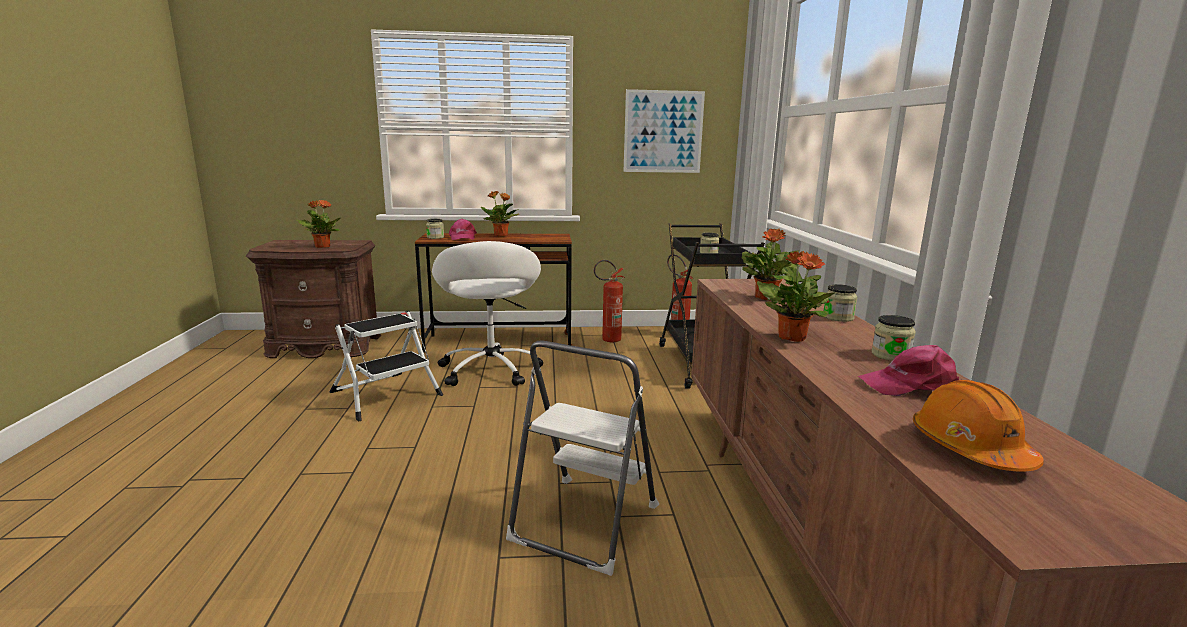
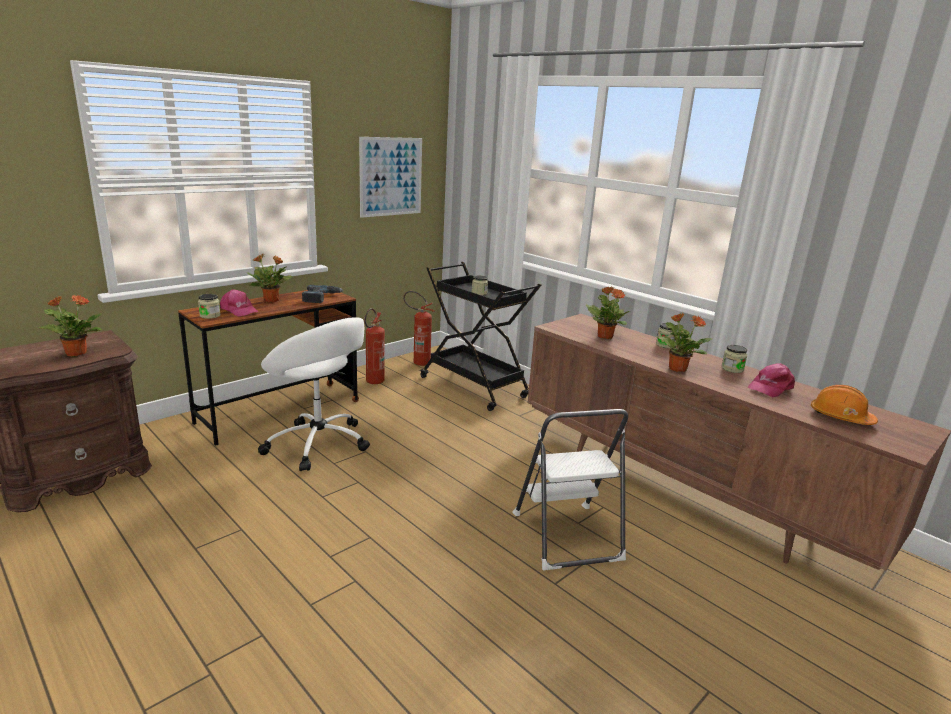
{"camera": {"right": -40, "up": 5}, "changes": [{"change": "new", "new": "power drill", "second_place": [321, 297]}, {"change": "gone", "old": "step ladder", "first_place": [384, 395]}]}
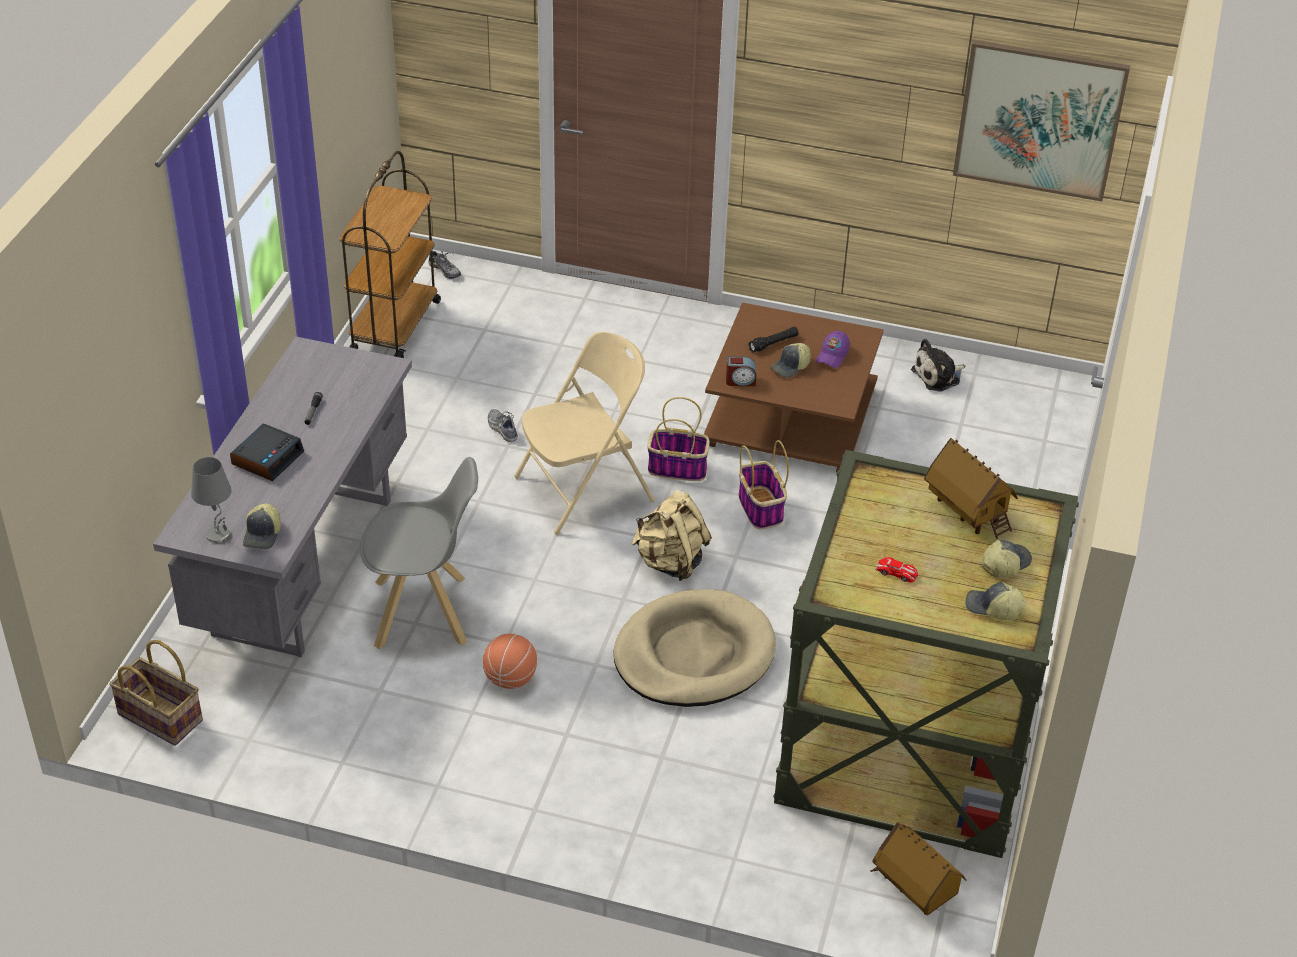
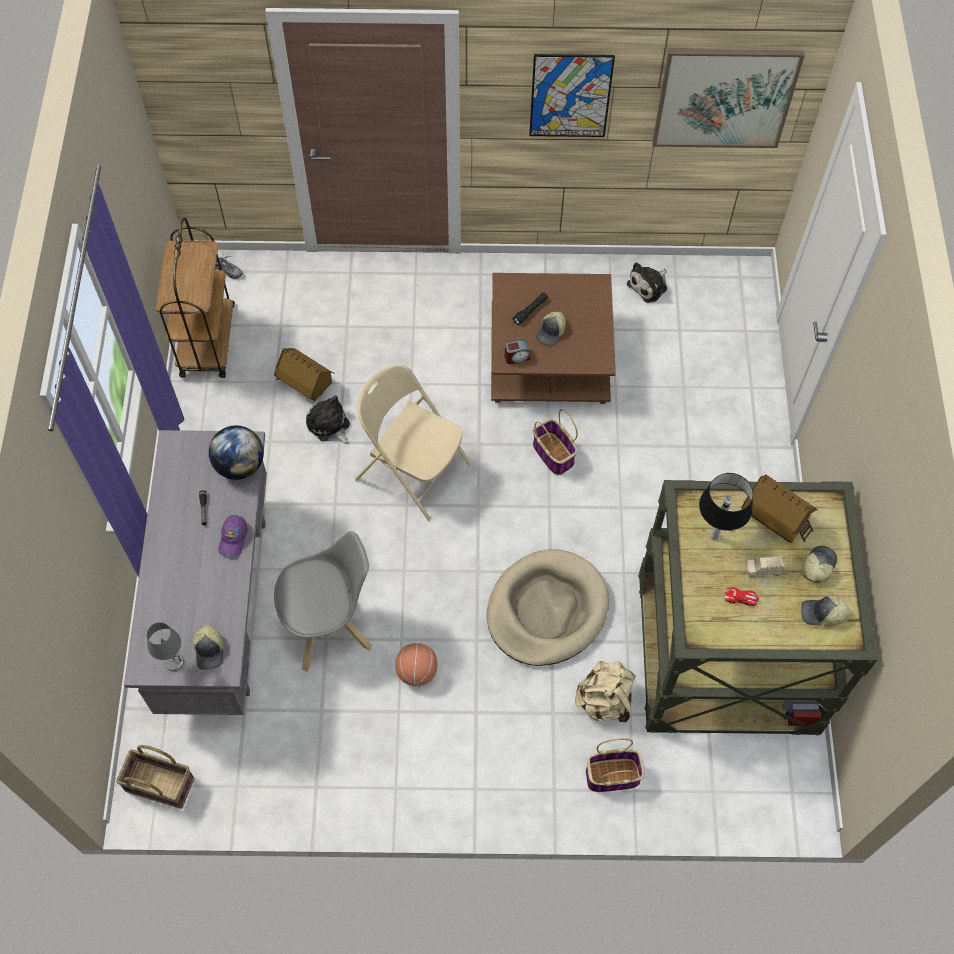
{"camera": {"right": -15, "up": 20}, "changes": [{"change": "new", "new": "globe", "second_place": [240, 465]}, {"change": "shifted", "old": "purple cap", "first_place": [832, 356], "second_place": [233, 538]}, {"change": "shifted", "old": "toy house", "first_place": [914, 890], "second_place": [305, 385]}, {"change": "swapped", "old": "shoe", "new": "plush toy", "first_place": [502, 429], "second_place": [329, 426]}, {"change": "rotated", "old": "beige chair", "first_place": [584, 489], "second_place": [413, 470], "degrees": -105}, {"change": "new", "new": "picture", "second_place": [570, 96]}, {"change": "shifted", "old": "beige backpack", "first_place": [670, 562], "second_place": [604, 700]}, {"change": "shifted", "old": "basket", "first_place": [678, 468], "second_place": [613, 775]}, {"change": "new", "new": "table lamp", "second_place": [715, 537]}, {"change": "new", "new": "beige toy car", "second_place": [763, 569]}, {"change": "gone", "old": "alarm clock", "first_place": [267, 458]}]}
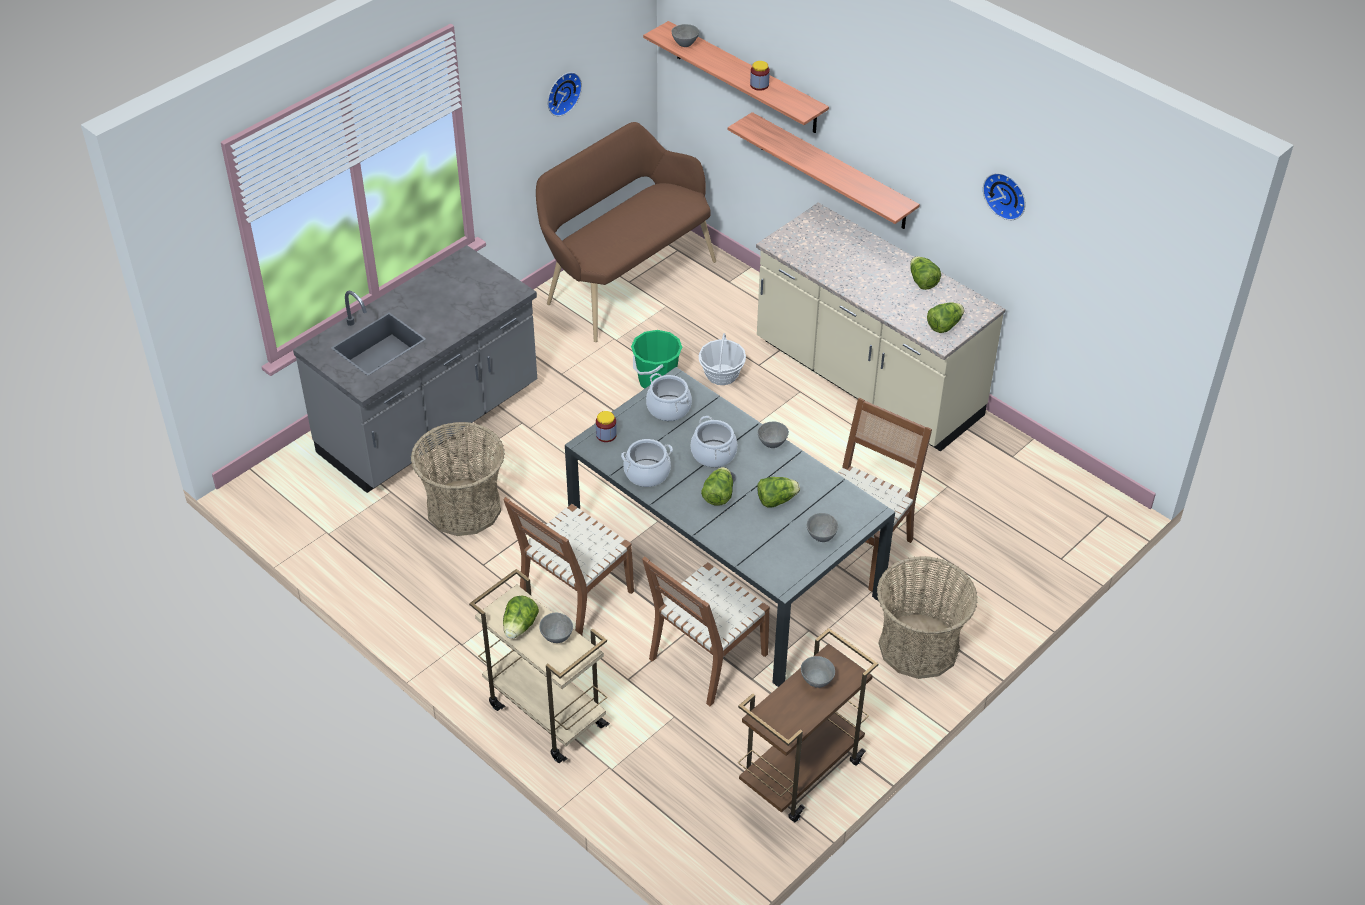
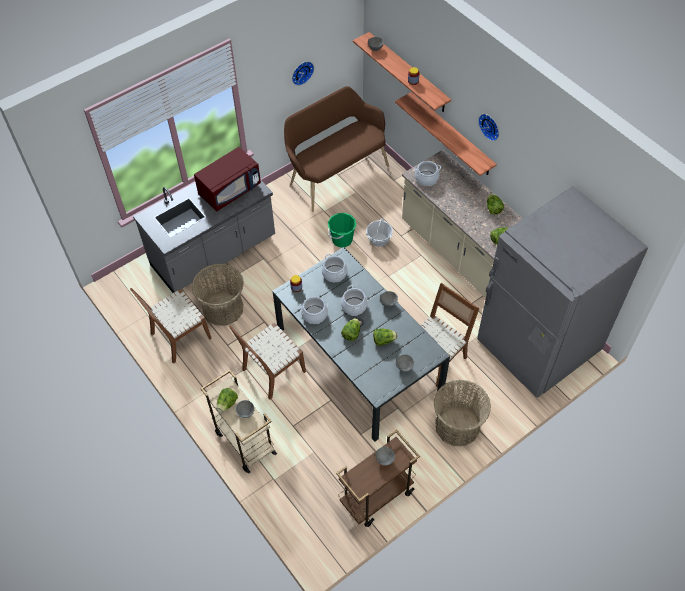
{"camera": {"right": 10, "up": 10}, "changes": [{"change": "shifted", "old": "chair", "first_place": [705, 661], "second_place": [178, 338]}, {"change": "new", "new": "red microwave", "second_place": [230, 190]}, {"change": "new", "new": "cooking pot", "second_place": [426, 178]}, {"change": "new", "new": "grey fridge", "second_place": [539, 345]}, {"change": "shifted", "old": "wall clock", "first_place": [1006, 194], "second_place": [490, 126]}]}
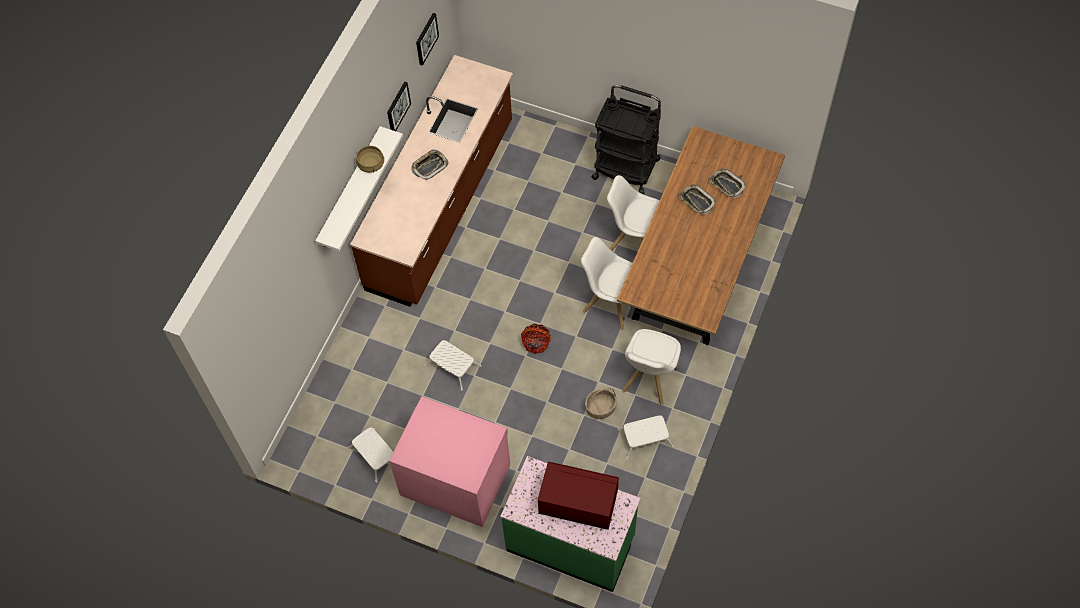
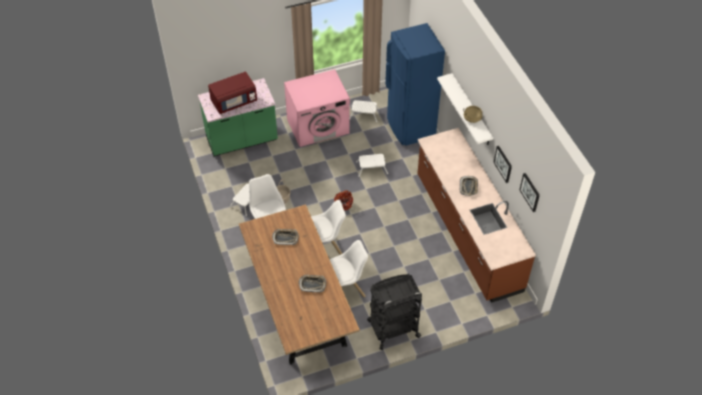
{"camera": {"right": 135, "up": -10}, "changes": [{"change": "shifted", "old": "tray", "first_place": [726, 185], "second_place": [285, 238]}, {"change": "new", "new": "blue fridge", "second_place": [410, 128]}]}
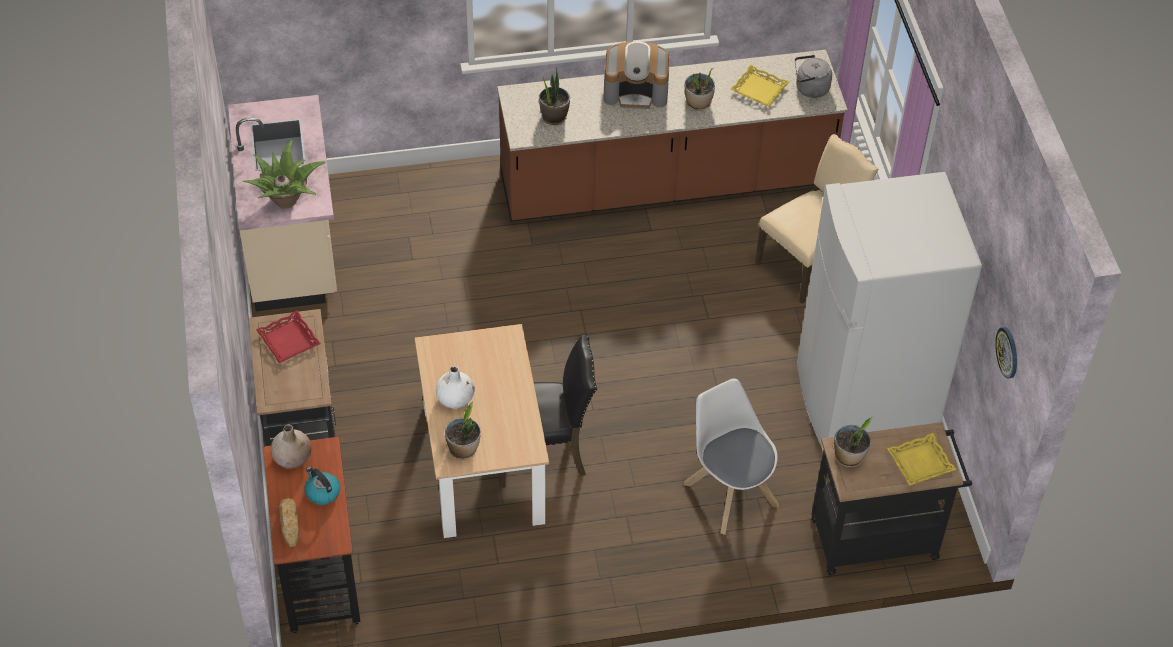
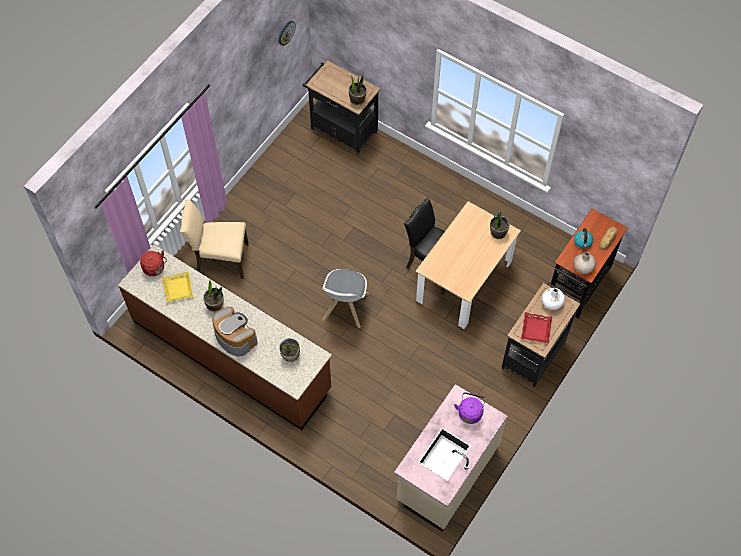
{"camera": {"right": -135, "up": 10}, "changes": [{"change": "repainted", "old": "grey kettle", "new": "red kettle", "first_place": [810, 89], "second_place": [155, 269]}, {"change": "shifted", "old": "chair", "first_place": [729, 492], "second_place": [345, 308]}, {"change": "swapped", "old": "potted plant", "new": "purple kettle", "first_place": [287, 199], "second_place": [470, 412]}, {"change": "shifted", "old": "white vase", "first_place": [455, 398], "second_place": [551, 303]}, {"change": "gone", "old": "white fridge", "first_place": [864, 402]}, {"change": "gone", "old": "yellow tray", "first_place": [920, 462]}]}
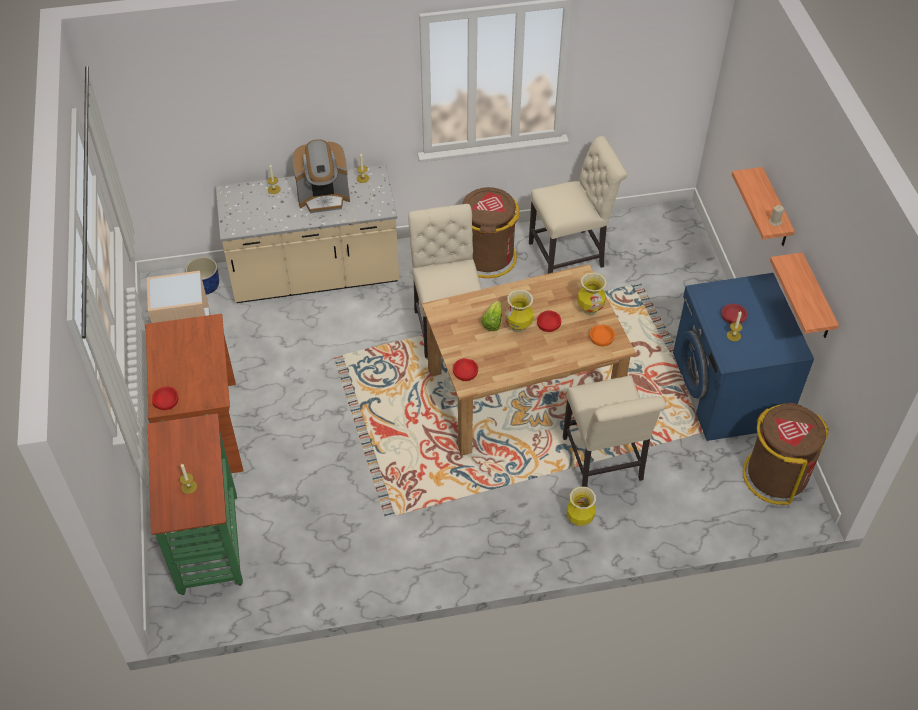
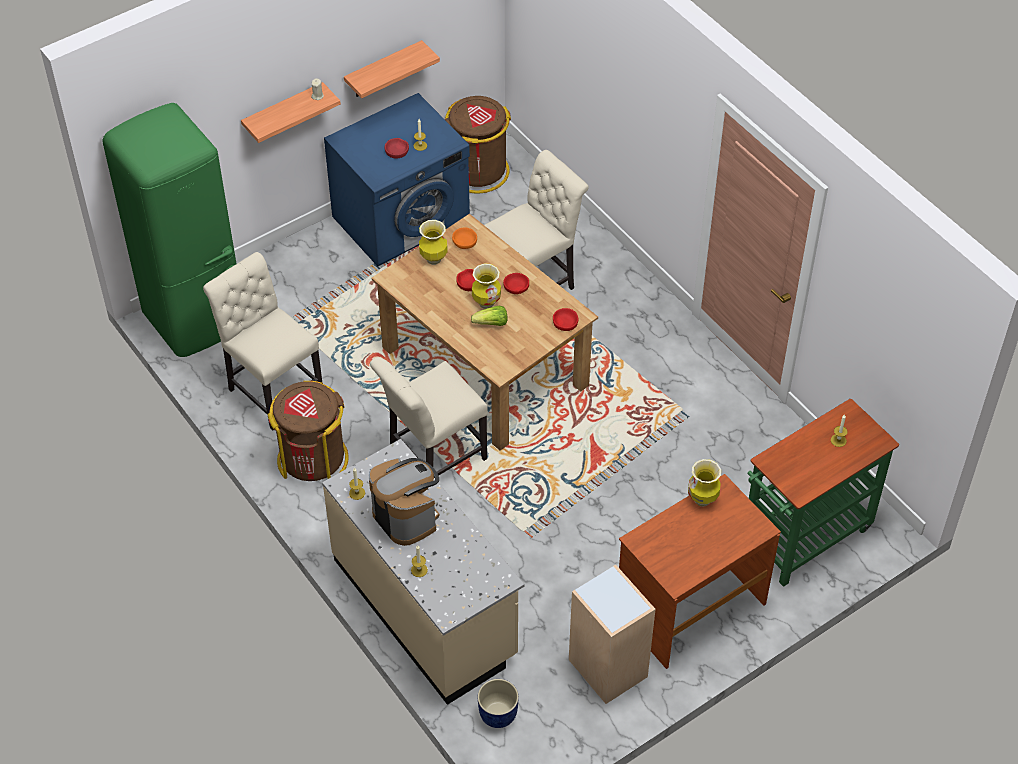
{"camera": {"right": -115, "up": 0}, "changes": [{"change": "new", "new": "green fridge", "second_place": [197, 320]}, {"change": "shifted", "old": "red bowl", "first_place": [166, 401], "second_place": [516, 286]}, {"change": "shifted", "old": "vase", "first_place": [579, 520], "second_place": [702, 499]}]}
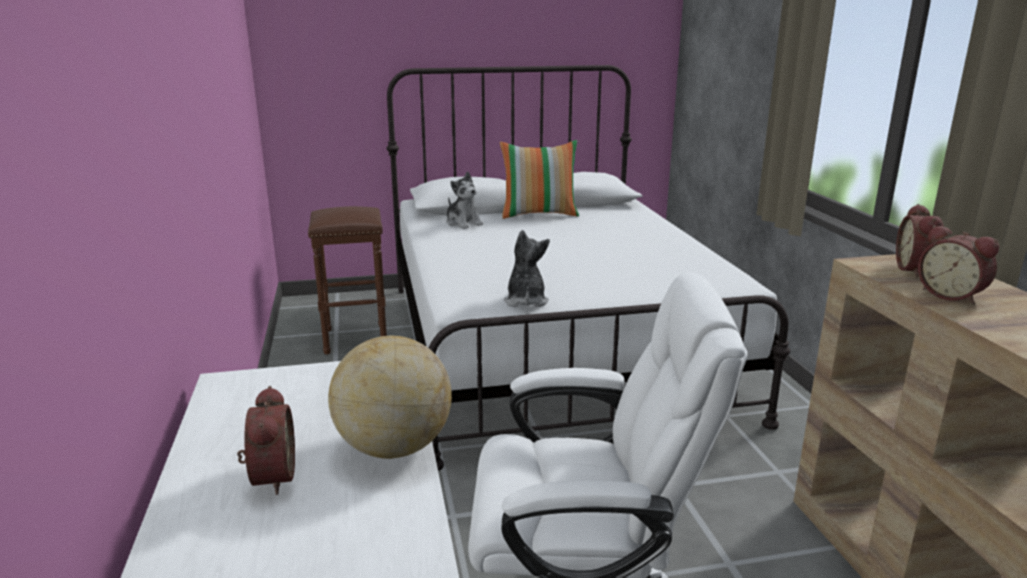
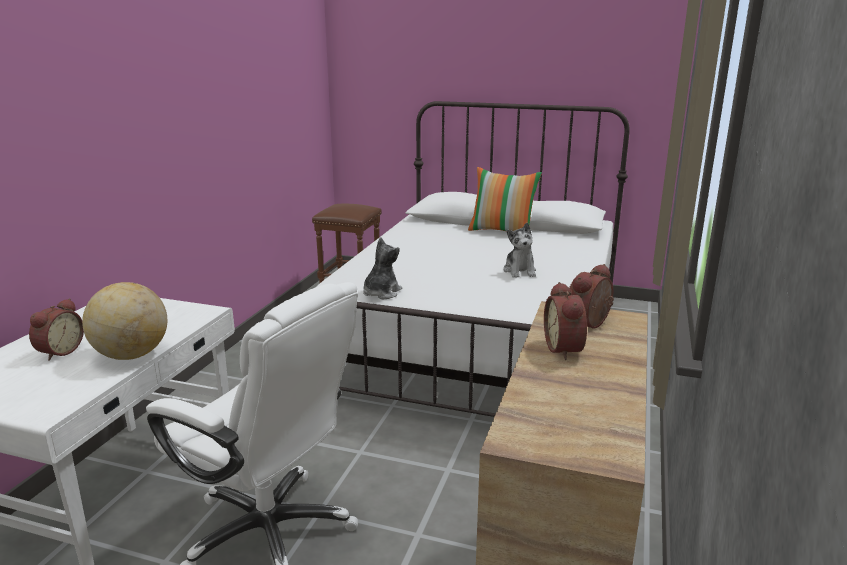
{"camera": {"right": 30, "up": 0}, "changes": [{"change": "shifted", "old": "plush toy", "first_place": [463, 223], "second_place": [520, 271]}]}
